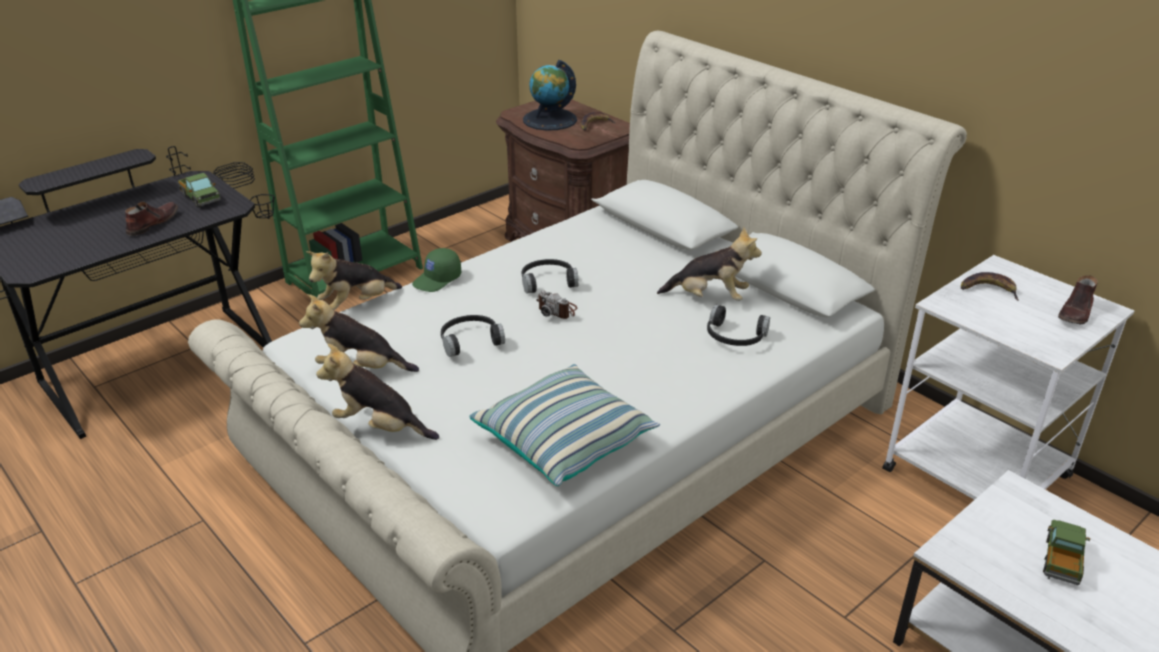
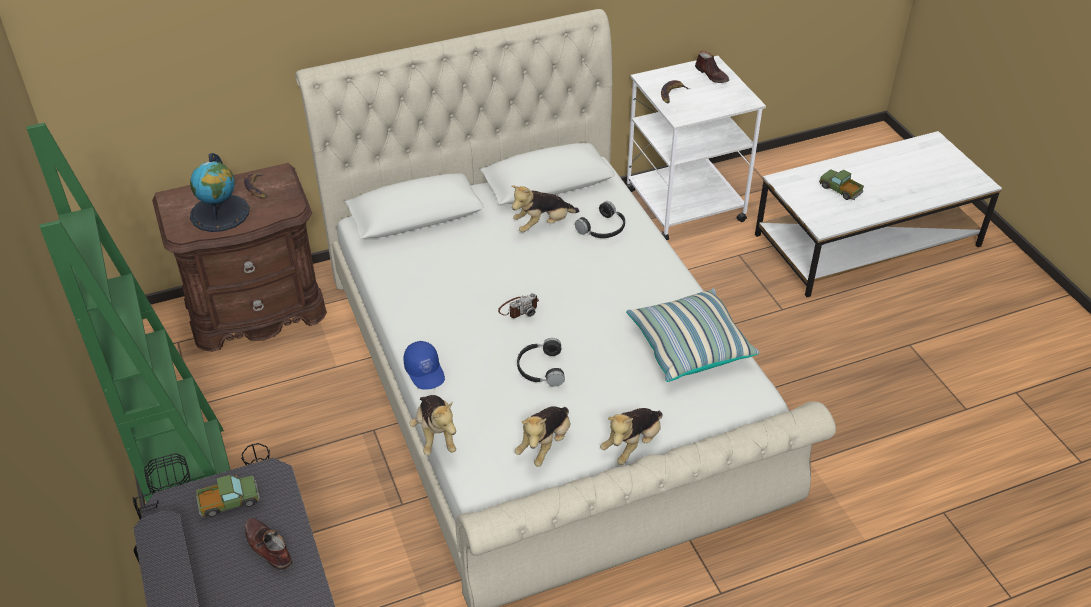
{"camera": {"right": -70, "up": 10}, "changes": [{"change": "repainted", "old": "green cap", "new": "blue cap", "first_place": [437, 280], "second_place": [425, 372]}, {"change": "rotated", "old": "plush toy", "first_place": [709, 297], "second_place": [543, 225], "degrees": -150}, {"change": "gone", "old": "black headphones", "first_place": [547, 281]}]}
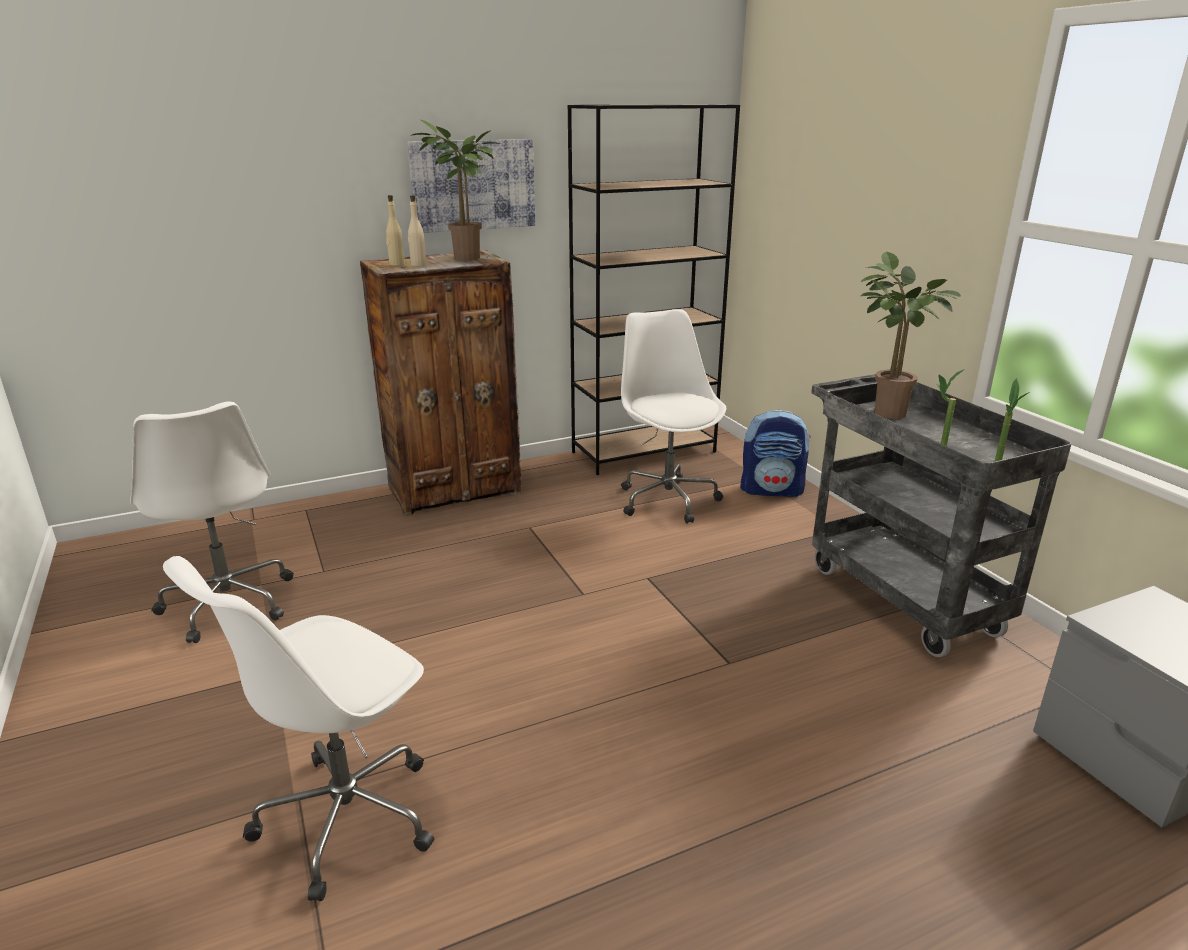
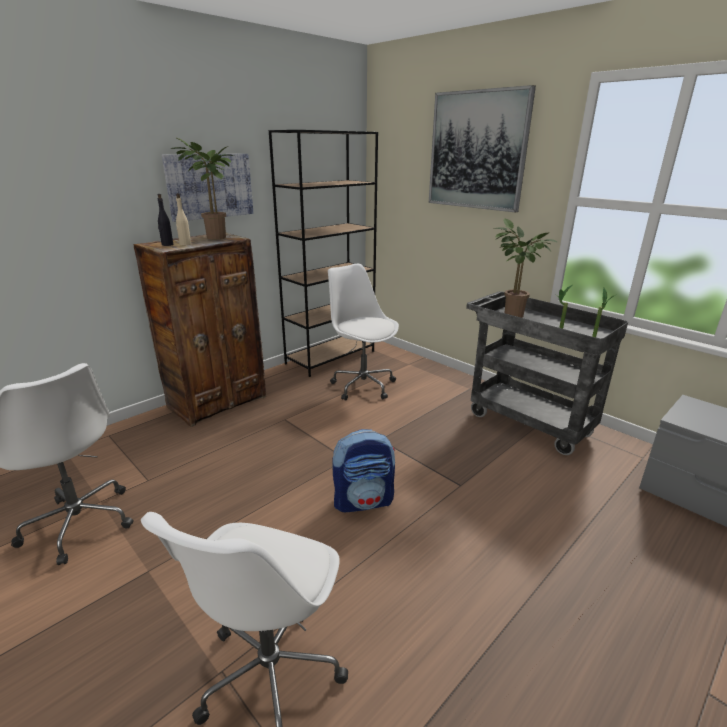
{"camera": {"right": -20, "up": 0}, "changes": [{"change": "repainted", "old": "beige bottle", "new": "black bottle", "first_place": [396, 264], "second_place": [167, 245]}, {"change": "shifted", "old": "backpack", "first_place": [772, 490], "second_place": [363, 501]}, {"change": "new", "new": "picture", "second_place": [477, 151]}]}
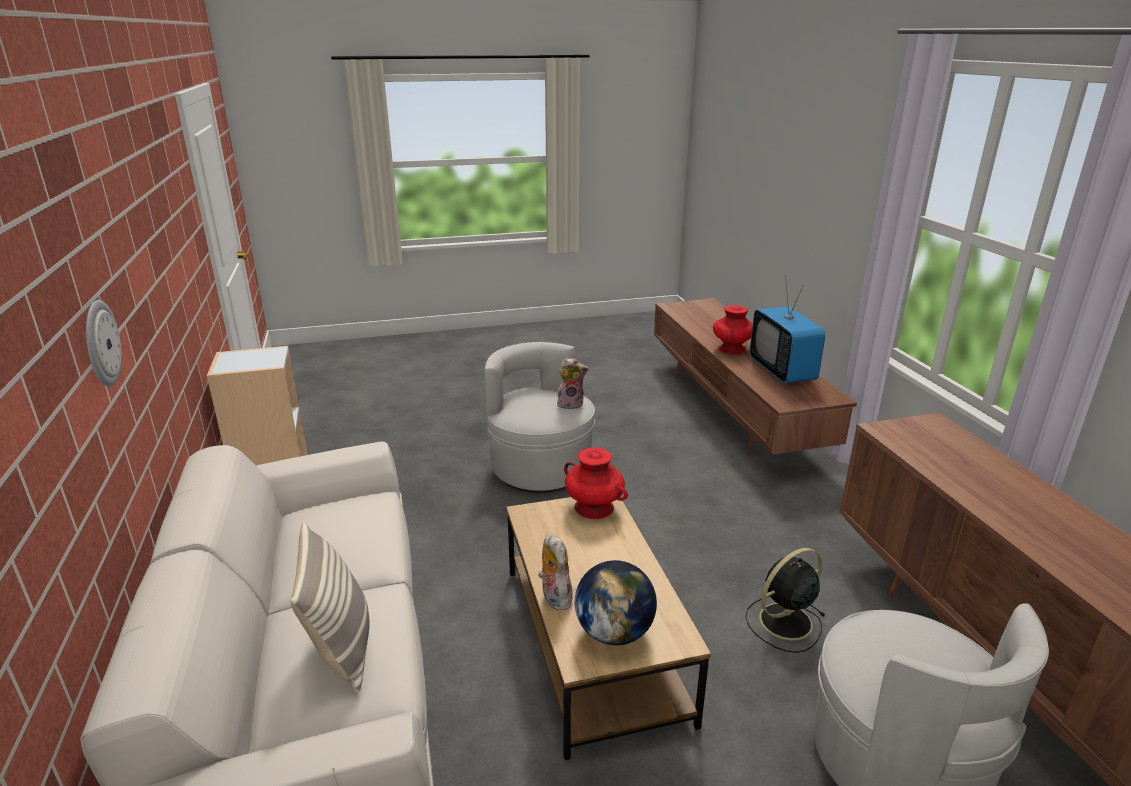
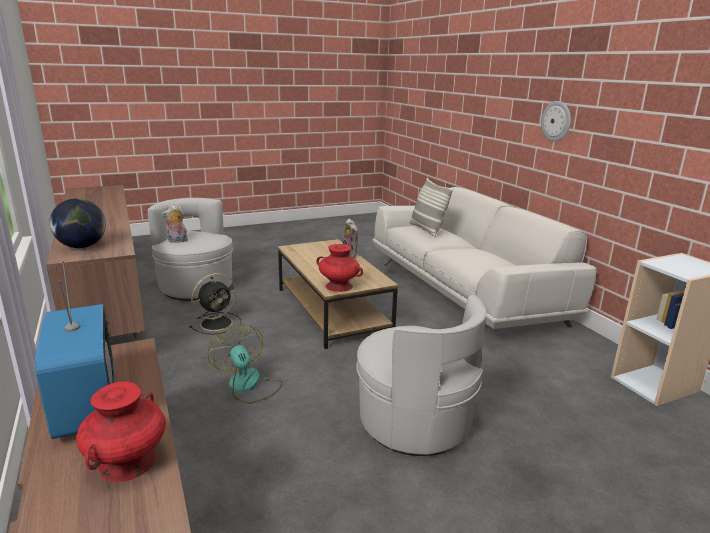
{"camera": {"right": 170, "up": -5}, "changes": [{"change": "shifted", "old": "globe", "first_place": [614, 632], "second_place": [82, 246]}, {"change": "shifted", "old": "plush toy", "first_place": [571, 404], "second_place": [177, 241]}, {"change": "new", "new": "fan", "second_place": [248, 386]}]}
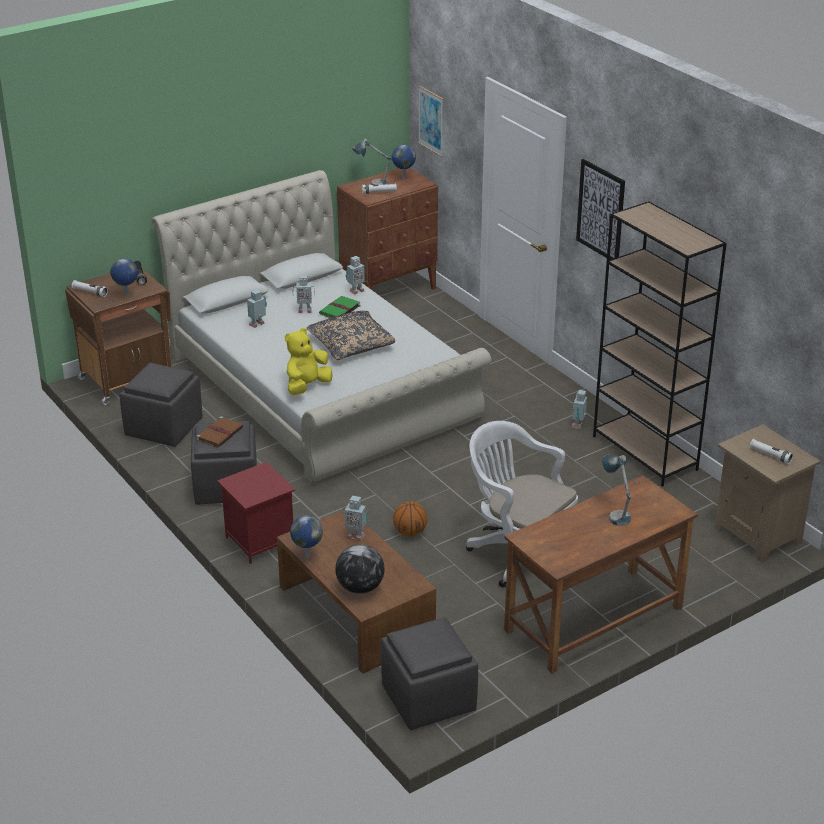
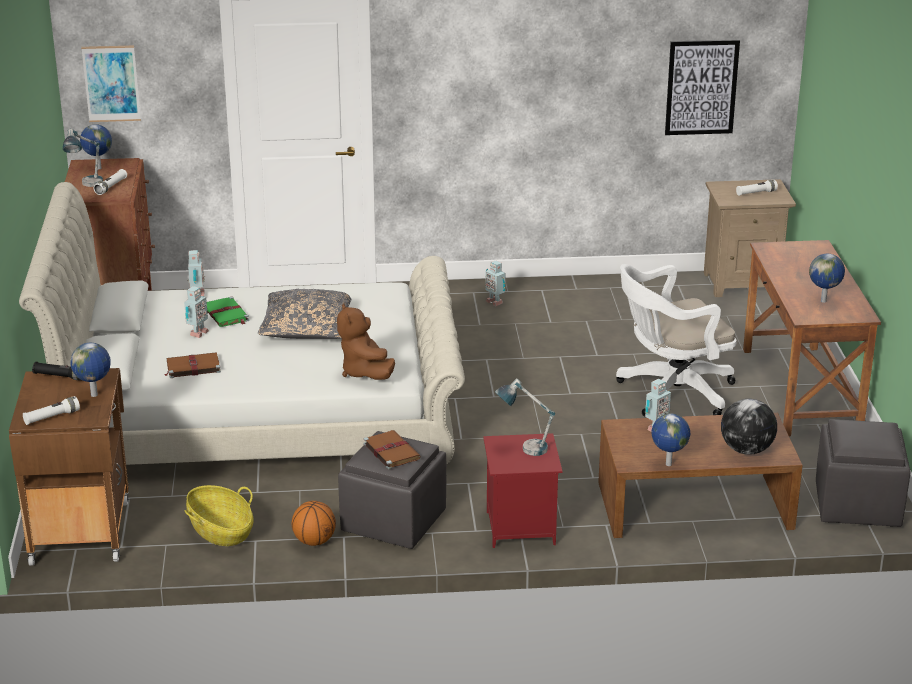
{"camera": {"right": -60, "up": -5}, "changes": [{"change": "swapped", "old": "toy robot", "new": "brown book", "first_place": [258, 325], "second_place": [192, 367]}, {"change": "swapped", "old": "grey ottoman", "new": "basket", "first_place": [163, 427], "second_place": [221, 531]}, {"change": "shifted", "old": "basketball", "first_place": [410, 532], "second_place": [314, 541]}, {"change": "repainted", "old": "yellow plush toy", "new": "brown plush toy", "first_place": [307, 386], "second_place": [365, 372]}, {"change": "shifted", "old": "table lamp", "first_place": [615, 514], "second_place": [523, 448]}, {"change": "shifted", "old": "picture", "first_place": [600, 211], "second_place": [701, 87]}, {"change": "new", "new": "globe", "second_place": [824, 301]}, {"change": "gone", "old": "beige bookcase", "first_place": [645, 453]}]}
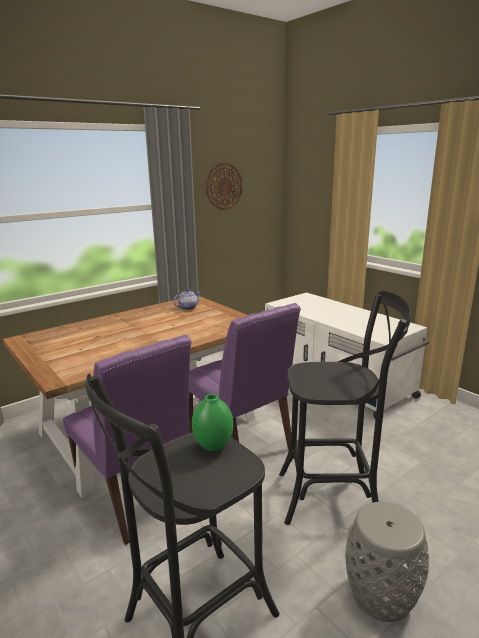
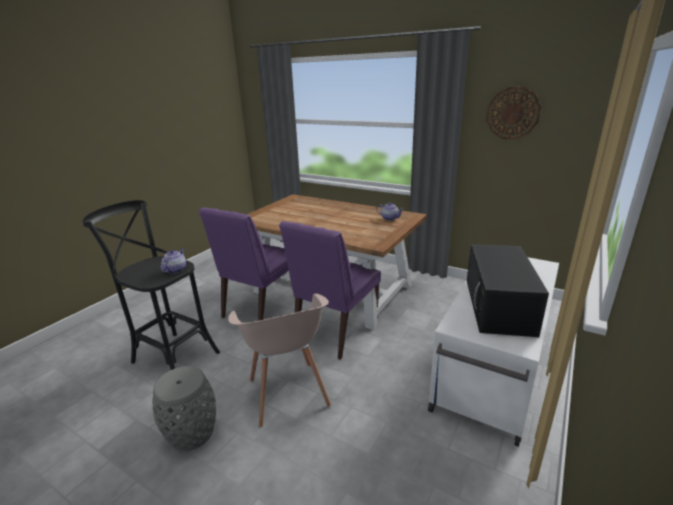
{"camera": {"right": 70, "up": 5}, "changes": [{"change": "swapped", "old": "green vase", "new": "teapot", "first_place": [212, 446], "second_place": [175, 269]}, {"change": "swapped", "old": "black stool", "new": "beige chair", "first_place": [333, 497], "second_place": [288, 394]}, {"change": "new", "new": "black microwave", "second_place": [499, 306]}]}
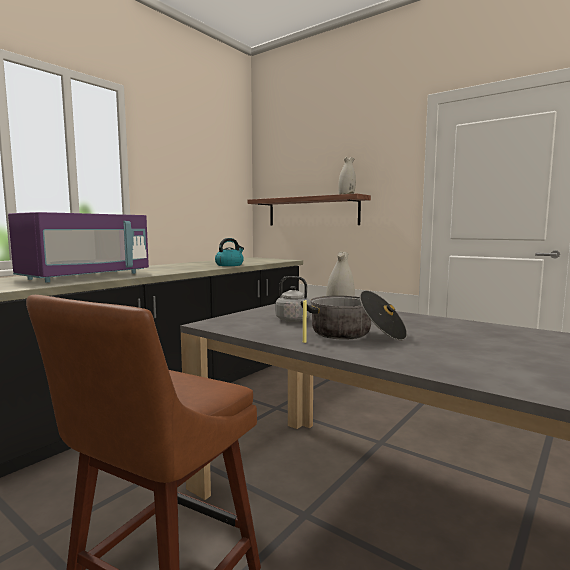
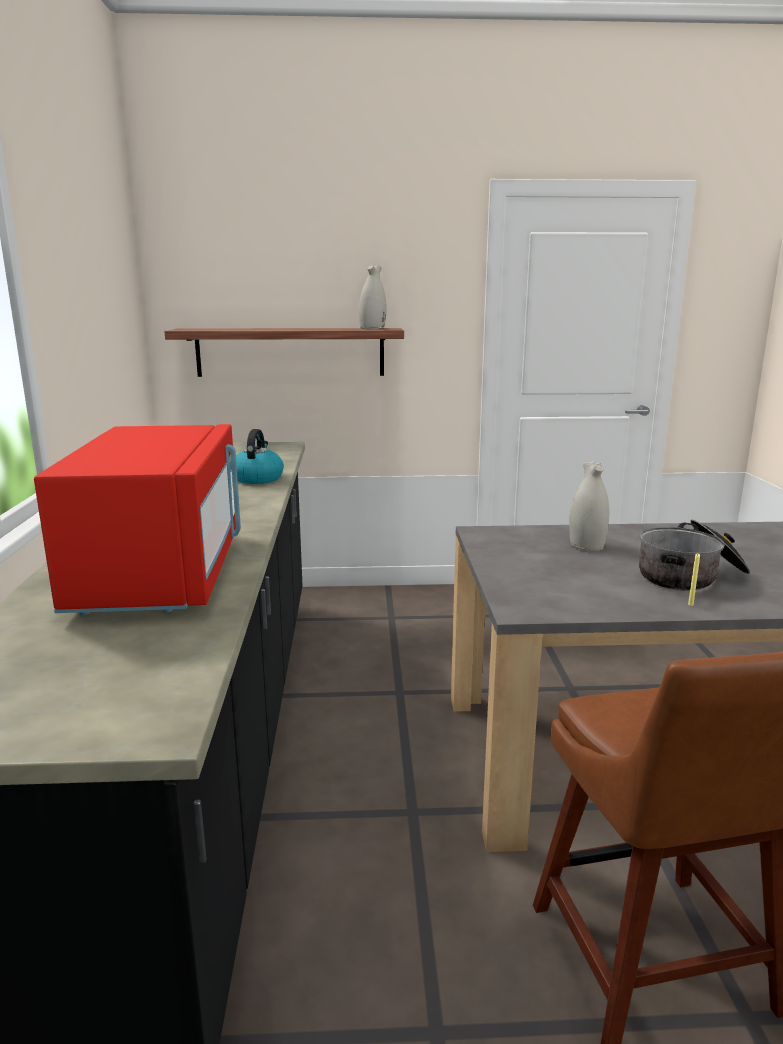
{"camera": {"right": -40, "up": 10}, "changes": [{"change": "repainted", "old": "purple microwave", "new": "red microwave", "first_place": [86, 276], "second_place": [163, 573]}, {"change": "gone", "old": "grey kettle", "first_place": [295, 320]}]}
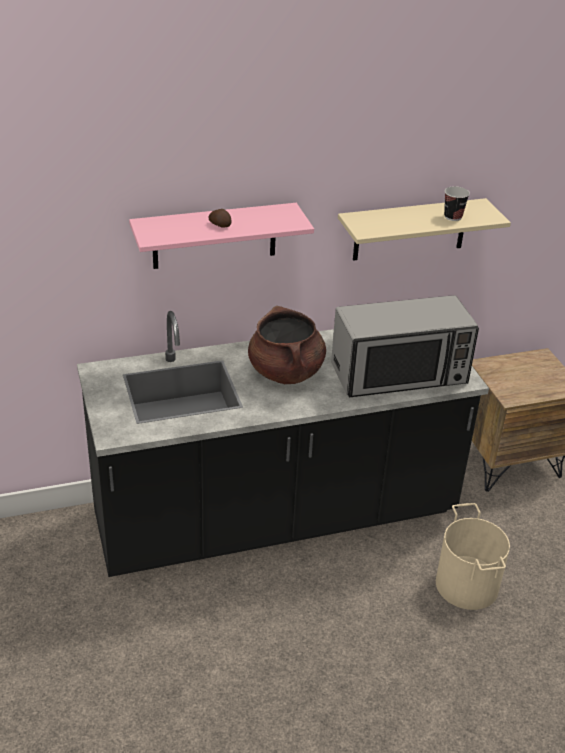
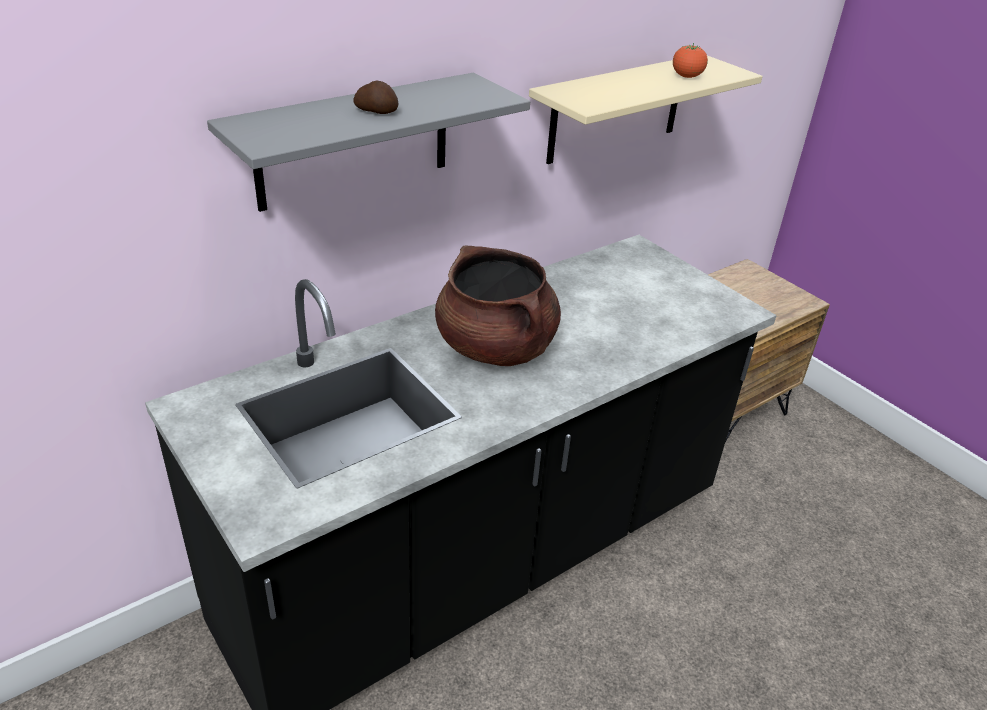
{"camera": {"right": -20, "up": 0}, "changes": [{"change": "repainted", "old": "pink shelf", "new": "grey shelf", "first_place": [214, 236], "second_place": [354, 141]}, {"change": "swapped", "old": "cup", "new": "tomato", "first_place": [453, 217], "second_place": [687, 77]}, {"change": "gone", "old": "microwave", "first_place": [400, 374]}, {"change": "gone", "old": "beige bucket", "first_place": [468, 585]}]}
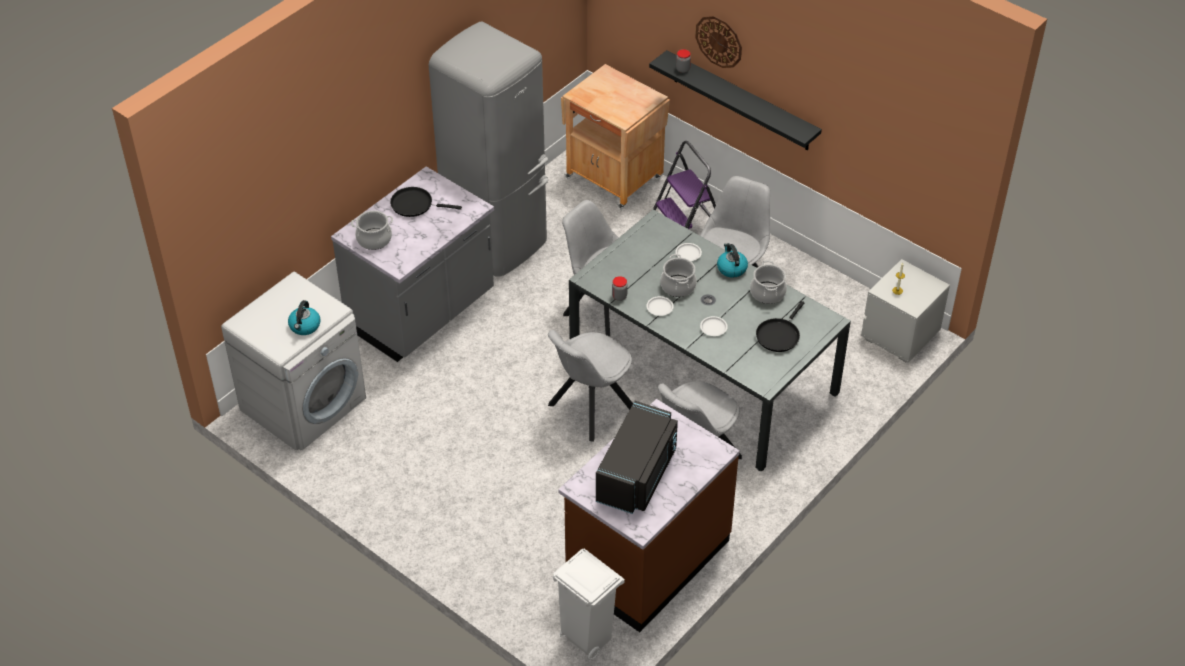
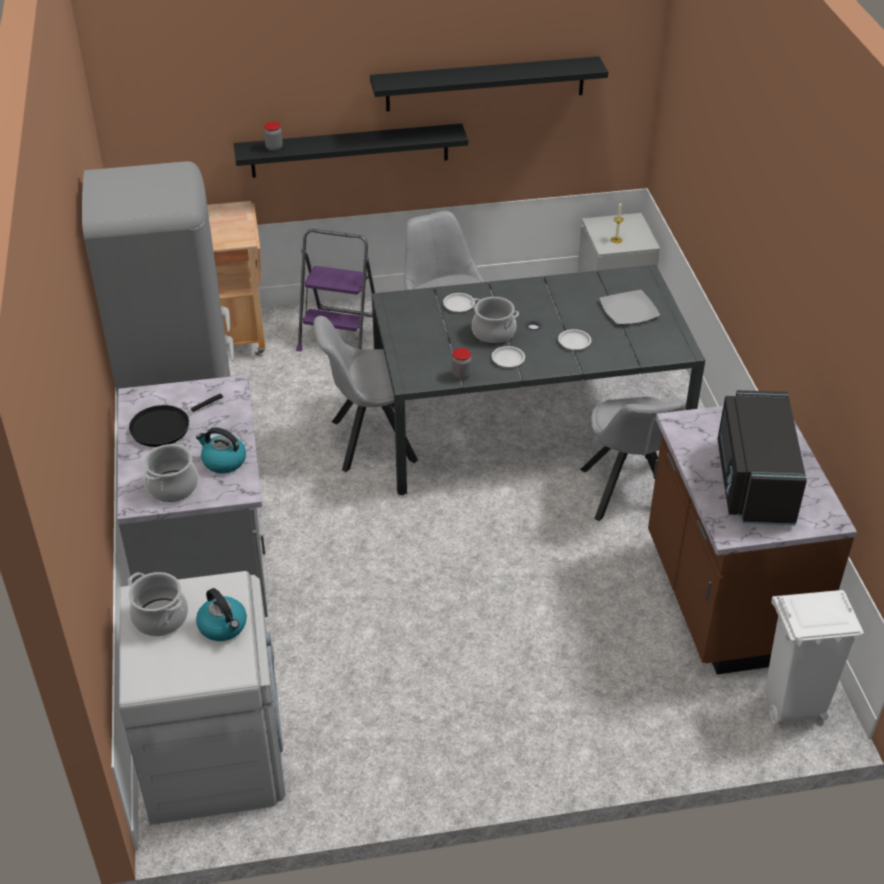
{"camera": {"right": -50, "up": -5}, "changes": [{"change": "shifted", "old": "cooking pot", "first_place": [767, 293], "second_place": [160, 618]}, {"change": "shifted", "old": "kettle", "first_place": [731, 268], "second_place": [223, 461]}, {"change": "new", "new": "black shelf", "second_place": [485, 84]}, {"change": "swapped", "old": "black frying pan", "new": "plate", "first_place": [779, 335], "second_place": [628, 310]}, {"change": "rotated", "old": "black microwave", "first_place": [638, 475], "second_place": [752, 481], "degrees": -150}, {"change": "gone", "old": "grey chair", "first_place": [590, 408]}, {"change": "gone", "old": "wall clock", "first_place": [719, 41]}]}
